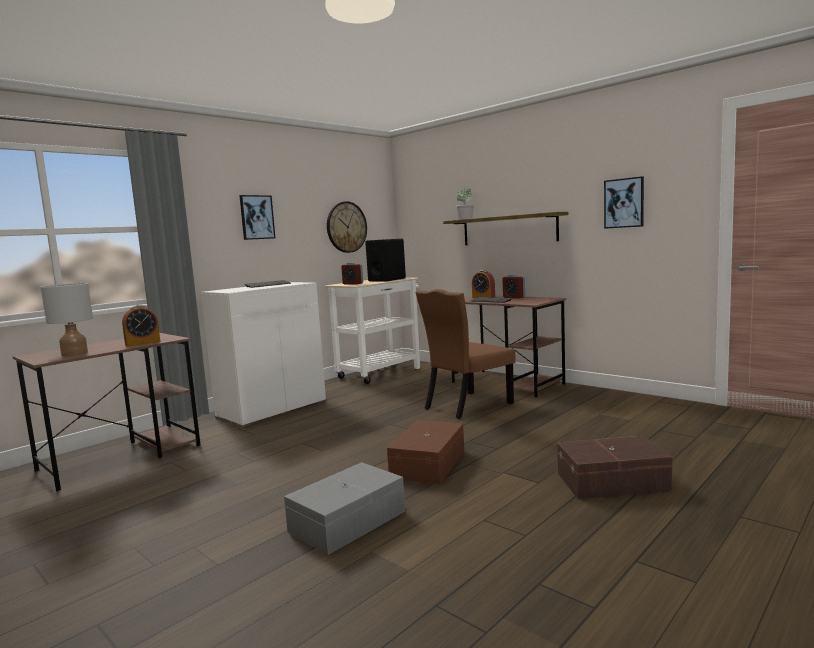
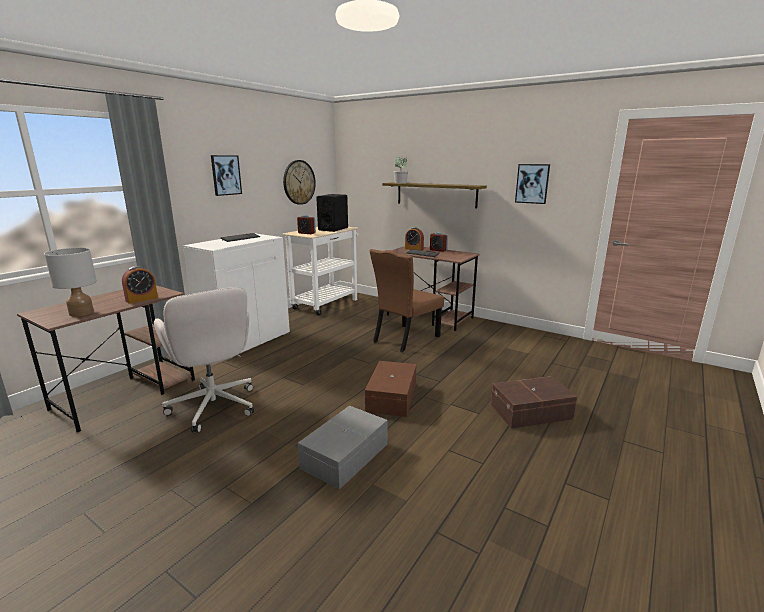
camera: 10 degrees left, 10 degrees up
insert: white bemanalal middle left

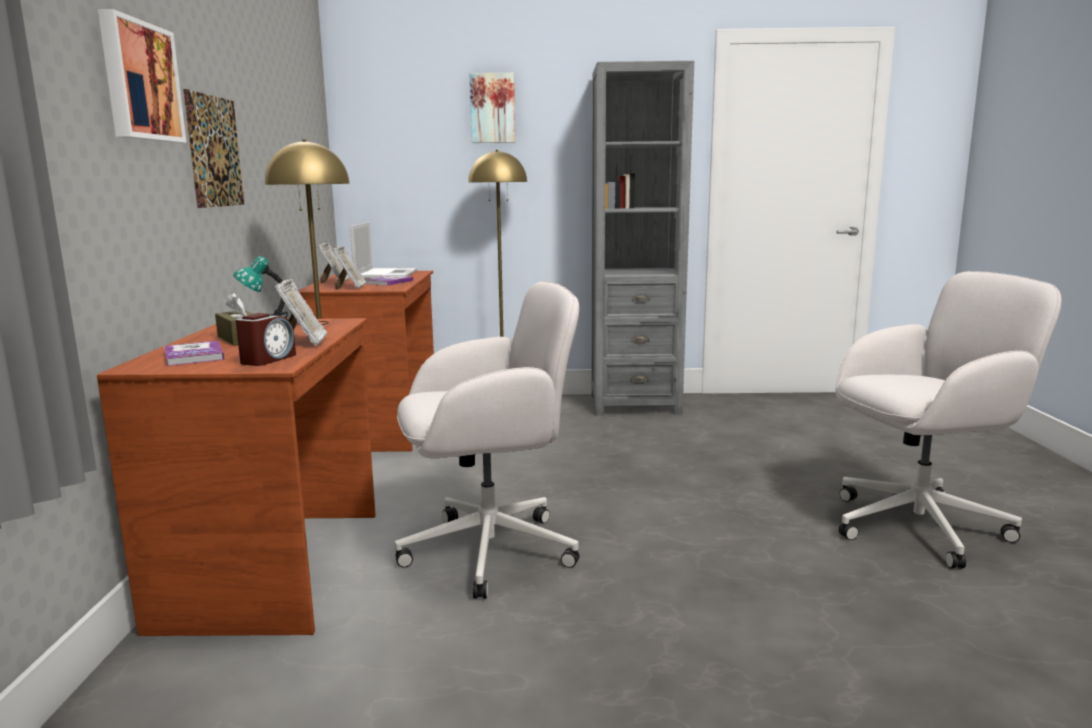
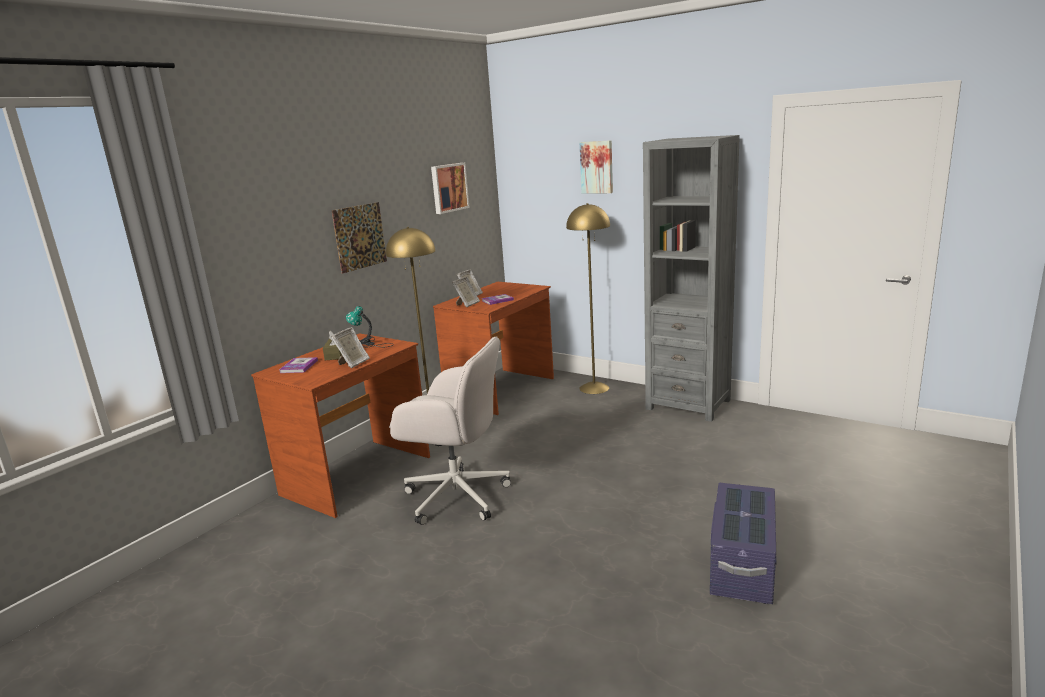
camera: 35 degrees right, 5 degrees up
delete: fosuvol centre; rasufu middle left
move: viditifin (1st from left in the first image) top left to viditifin (2nd from left) top centre
replace: white bemanalal (2nd from left) middle right to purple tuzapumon bottom right

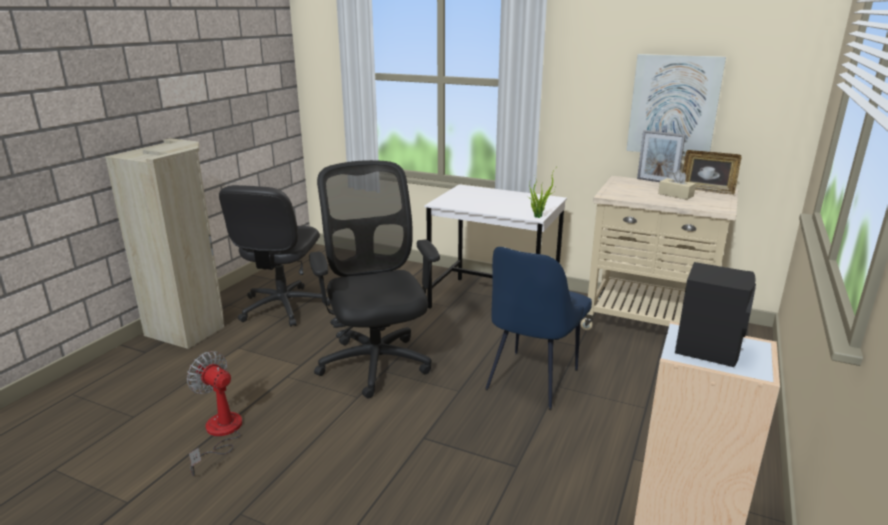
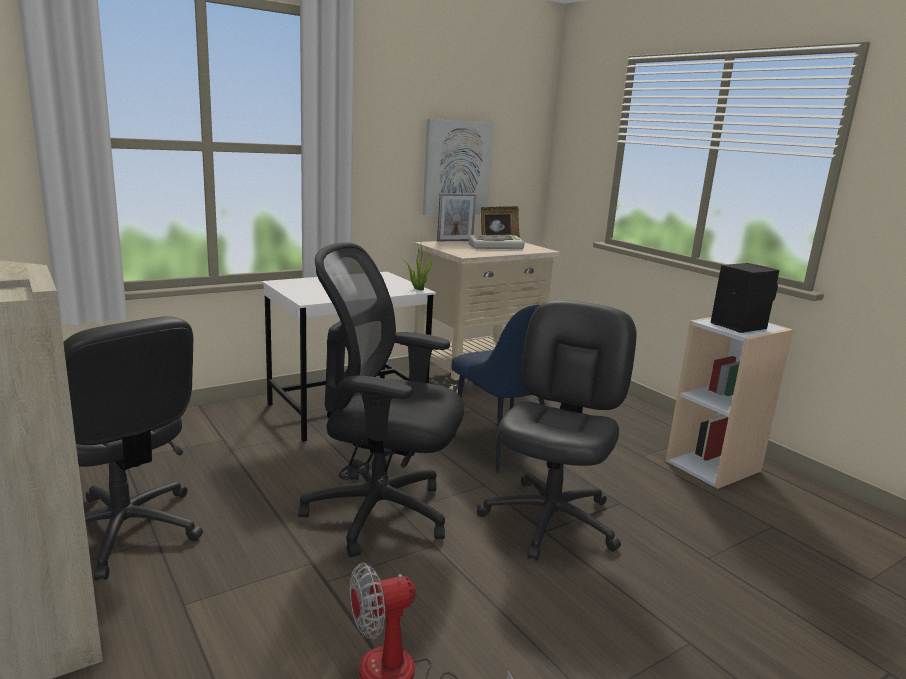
camera: 60 degrees left, 5 degrees down
insert: black bemanalal (3rd from left) centre
replace: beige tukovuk middle right to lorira centre

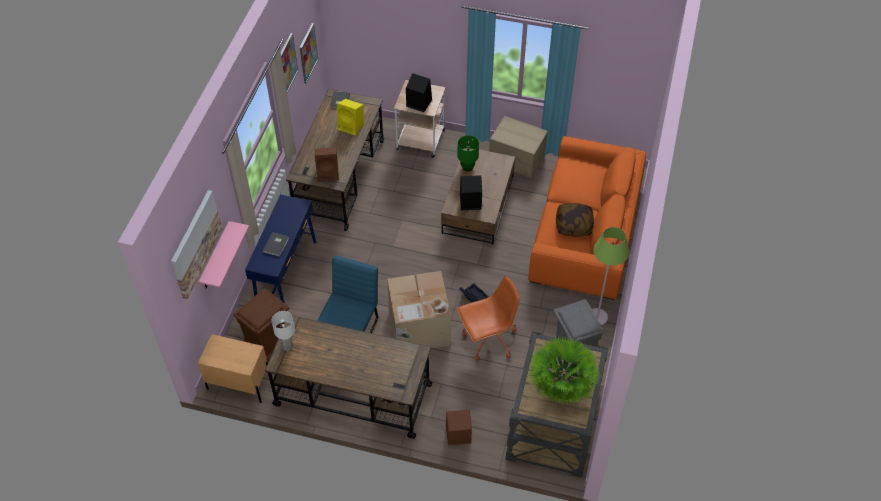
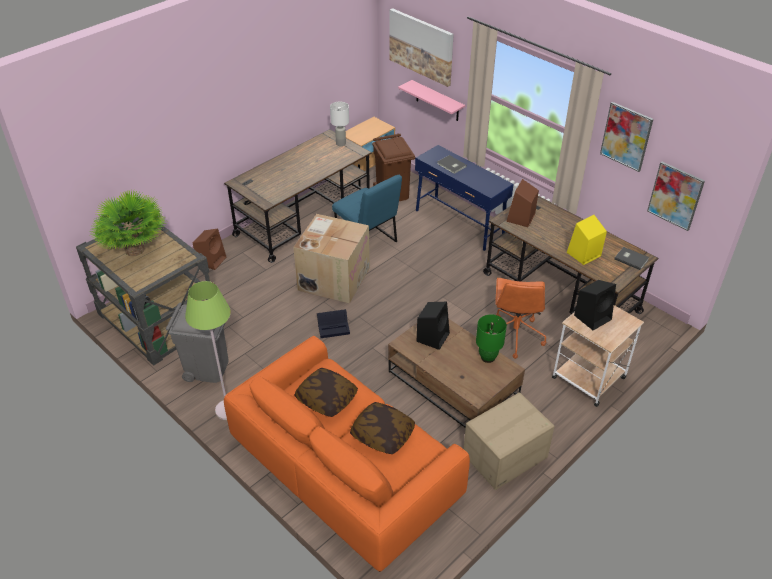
camera: 120 degrees right, 10 degrees down
insert: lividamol (2nd from left) bottom centre
move: orange bemanalal centre to middle right

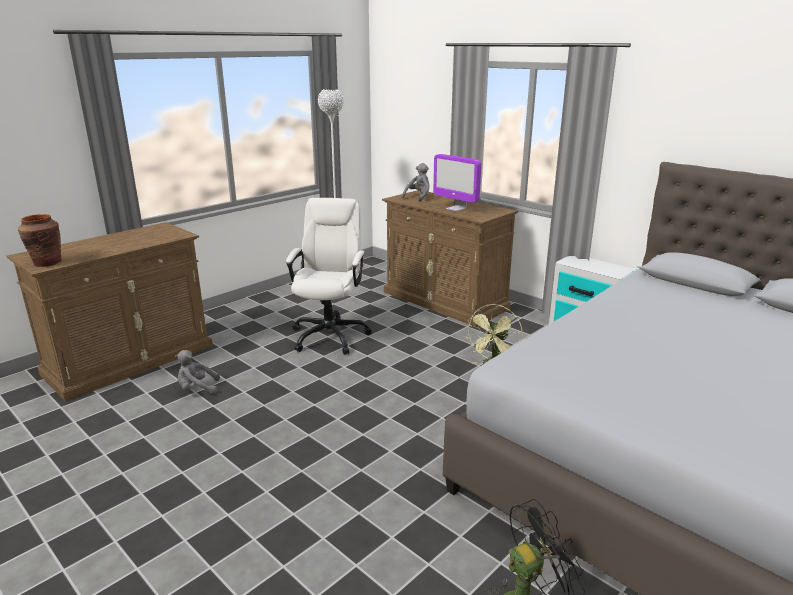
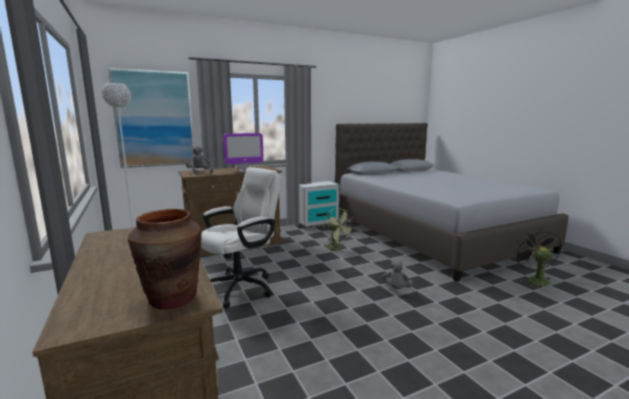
camera: 70 degrees left, 10 degrees down
insert: viditifin top left
move: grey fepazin (1st from left in the first image) middle left to grey fepazin (2nd from left) bottom centre
rotate: white bemanalal centre = centre 105 degrees clockwise

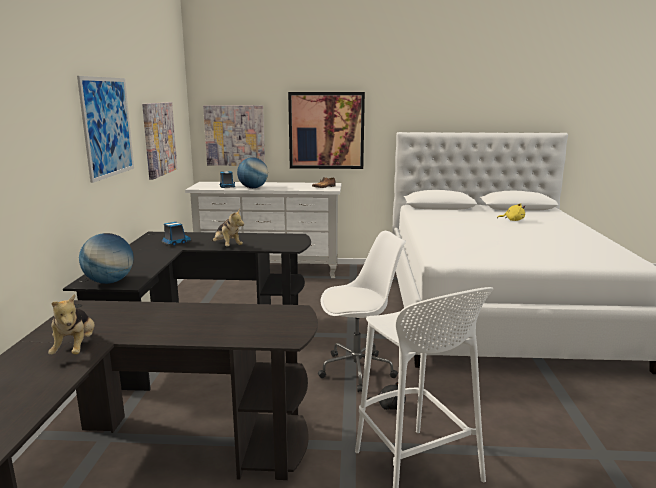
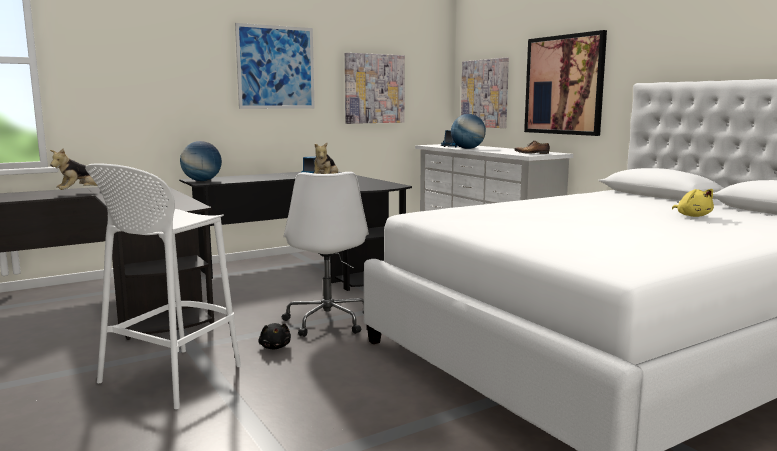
camera: 55 degrees right, 5 degrees down
rotate: white bemanalal centre = centre 45 degrees clockwise

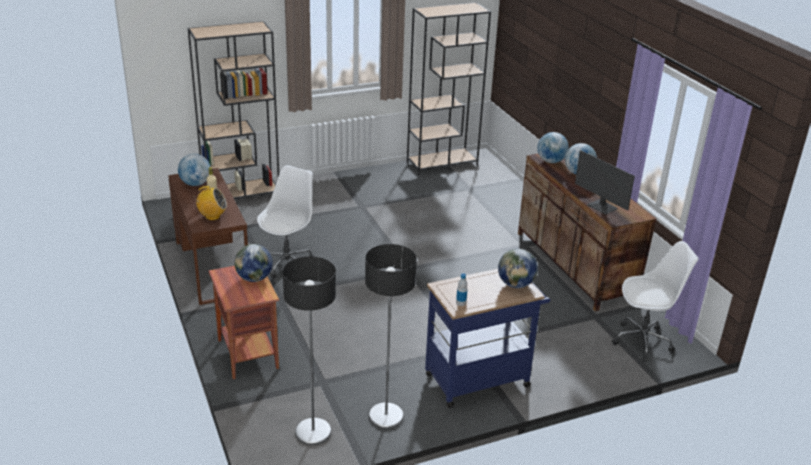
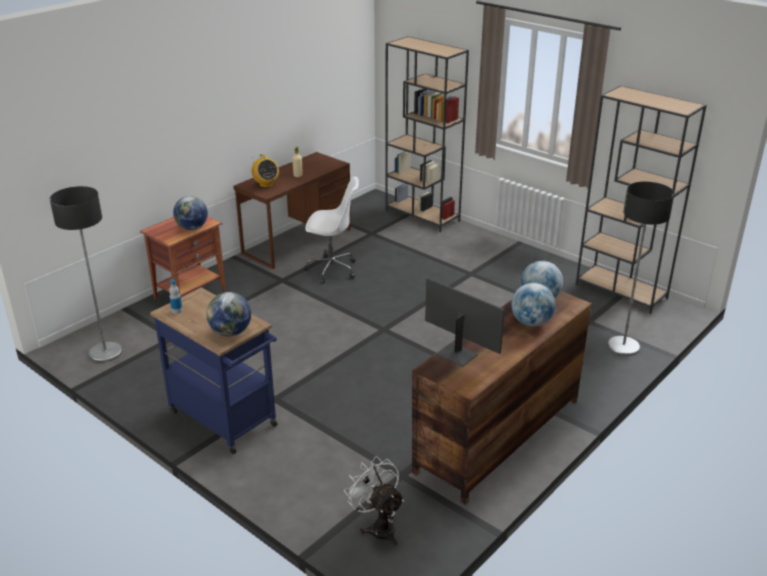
camera: 65 degrees right, 0 degrees up
delete: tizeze (1st from left) middle left
move: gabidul (2nd from left) bottom centre to middle right
replace: white bemanalal (2nd from left) middle right to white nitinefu bottom centre
rotate: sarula middle right = centre 105 degrees clockwise

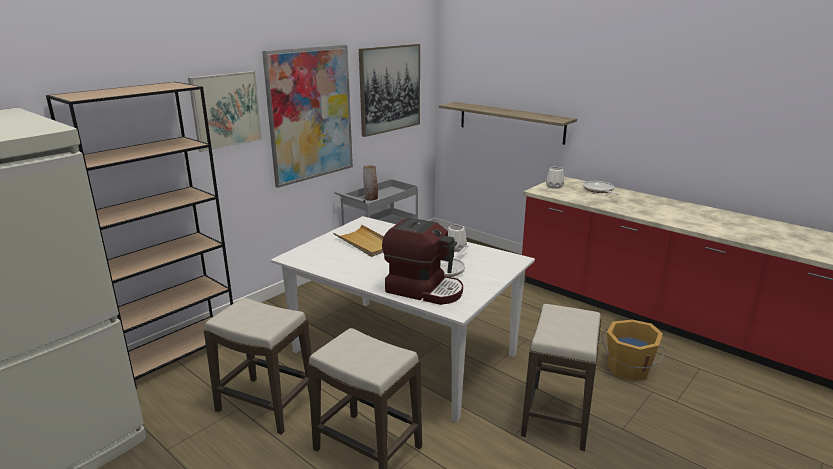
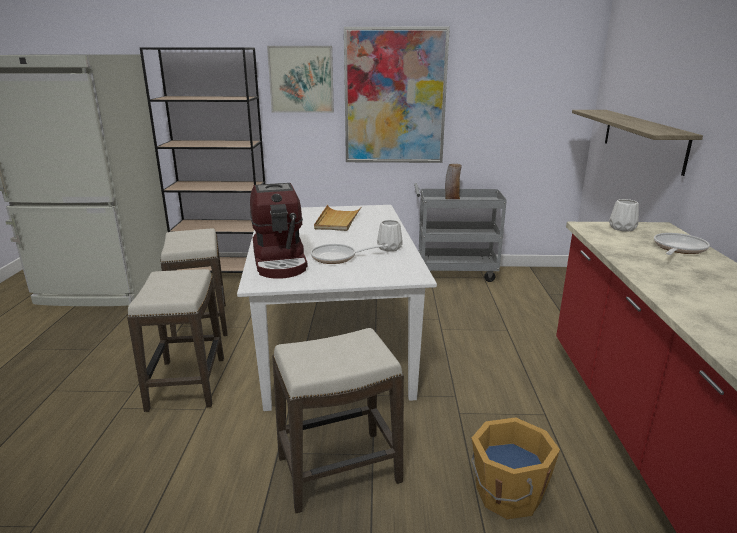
camera: 50 degrees right, 0 degrees up
delete: viditifin (3rd from left) top centre

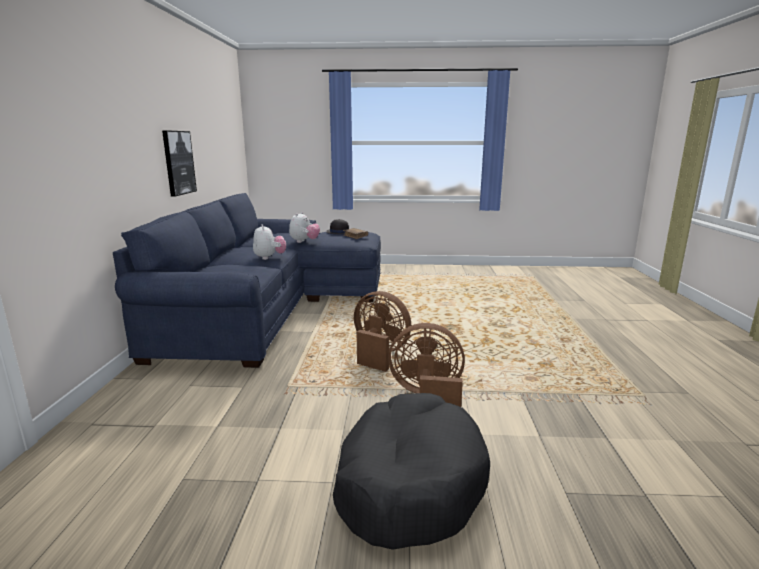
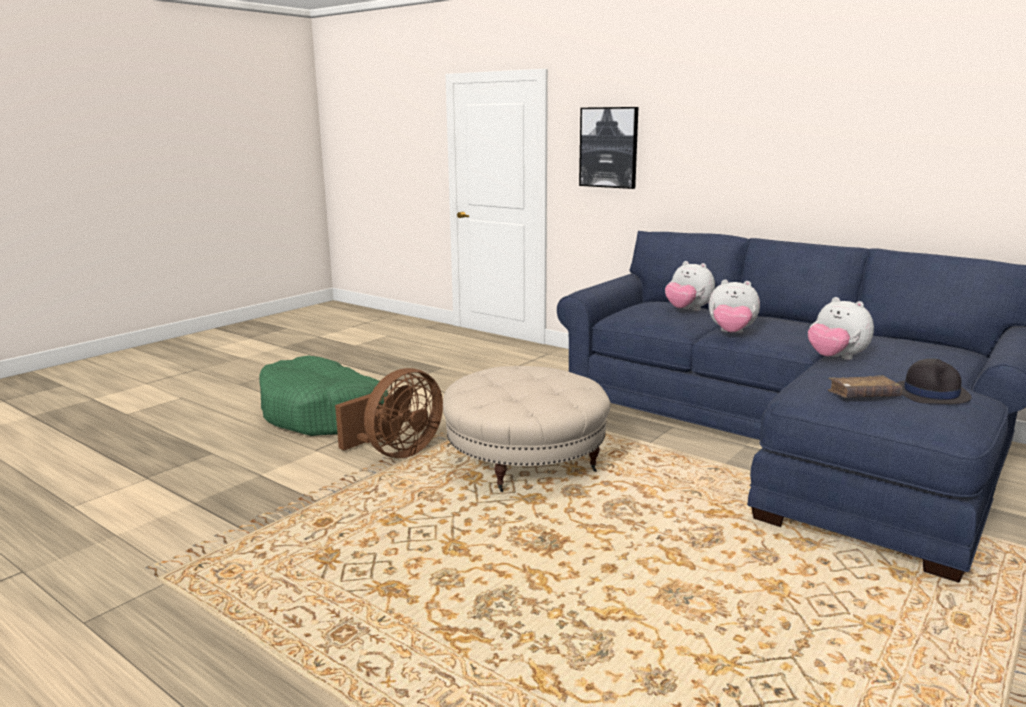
camera: 125 degrees right, 0 degrees up
insert: fepazin (1st from left) middle right
move: viditifin top left to top centre
replace: brown nitinefu (1st from left) centre to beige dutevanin centre
recolor: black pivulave bottom centre to green pivulave middle left

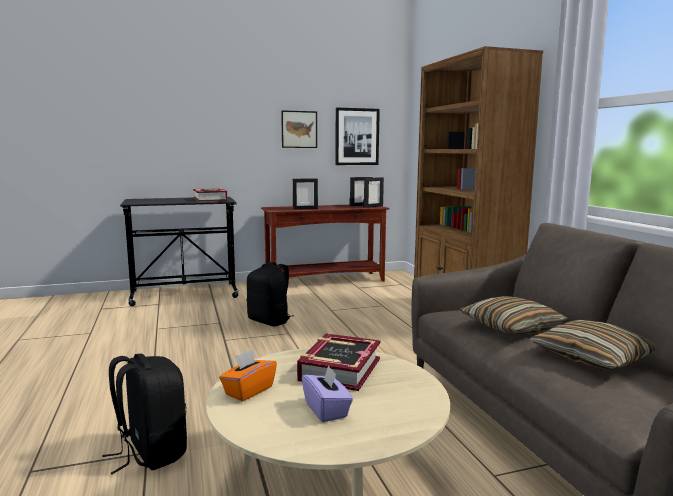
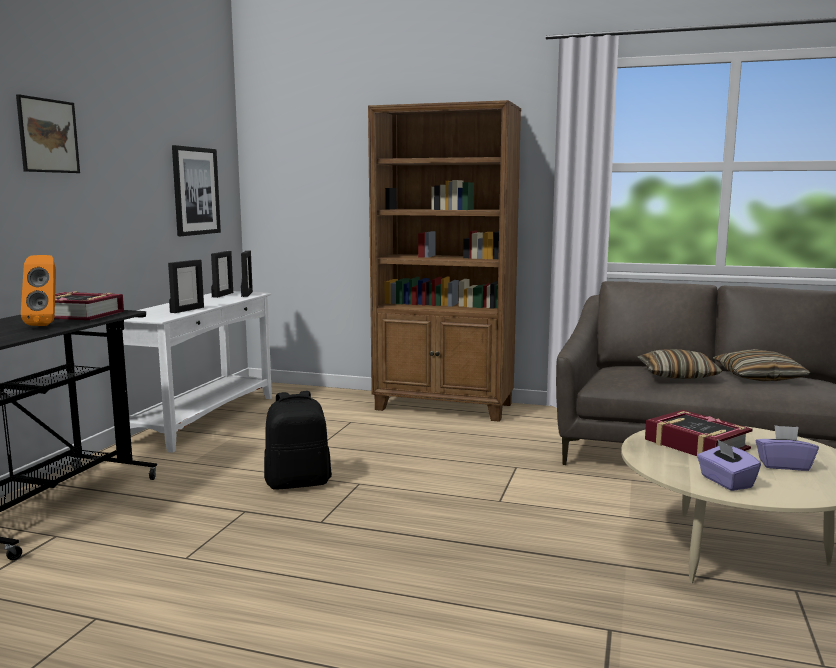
camera: 55 degrees left, 0 degrees up
delete: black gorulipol (1st from left) bottom left
insert: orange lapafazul middle left
move: viditifin (1st from left) top centre to top left
recolor: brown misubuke centre to white misubuke middle left; orange tukovuk bottom centre to purple tukovuk (1st from left) bottom right

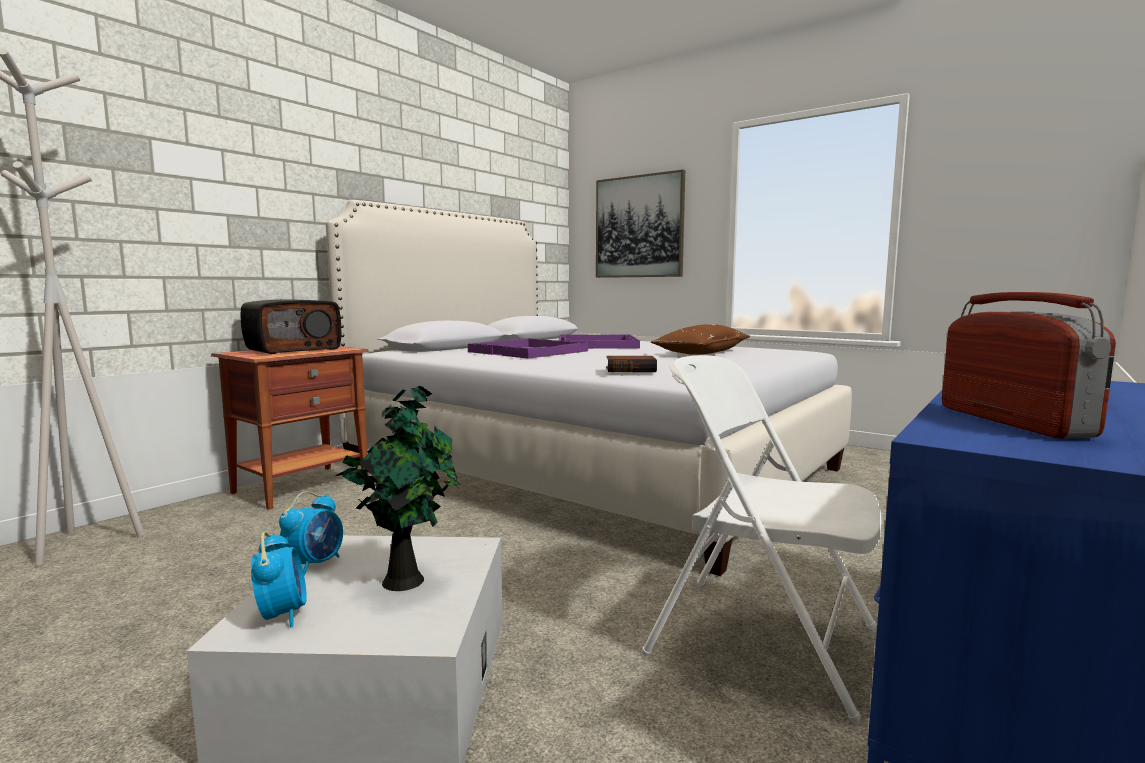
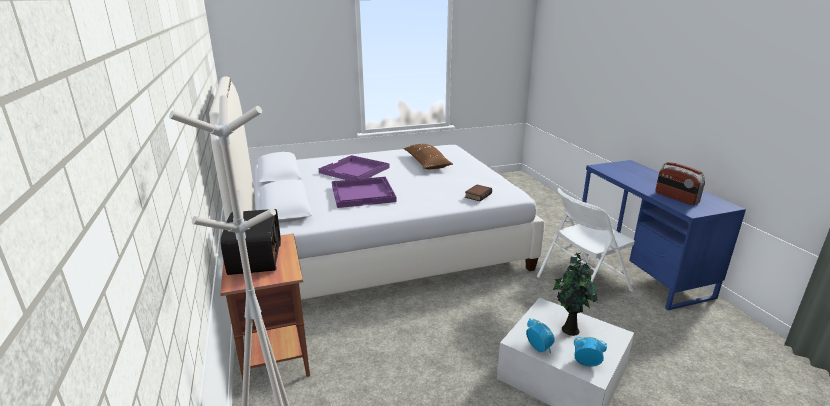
camera: 55 degrees left, 15 degrees up
delete: viditifin top centre
rotate: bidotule (2nd from left) middle right = middle right 150 degrees counterclockwise

